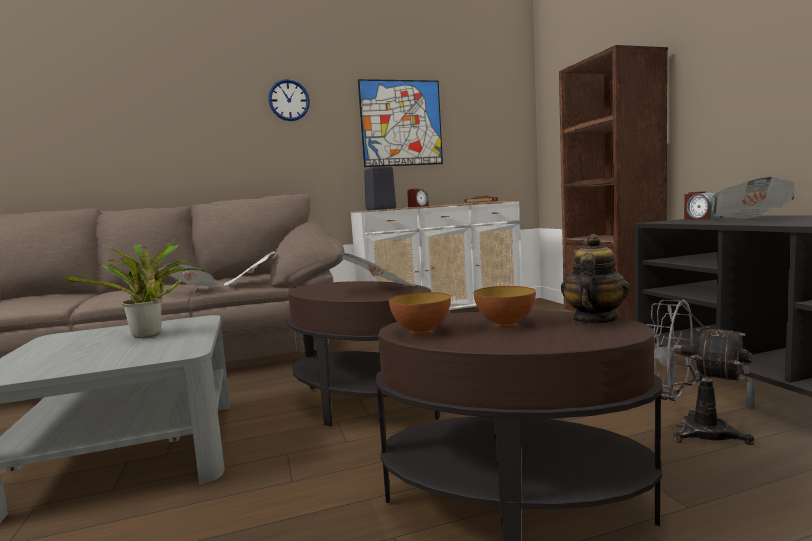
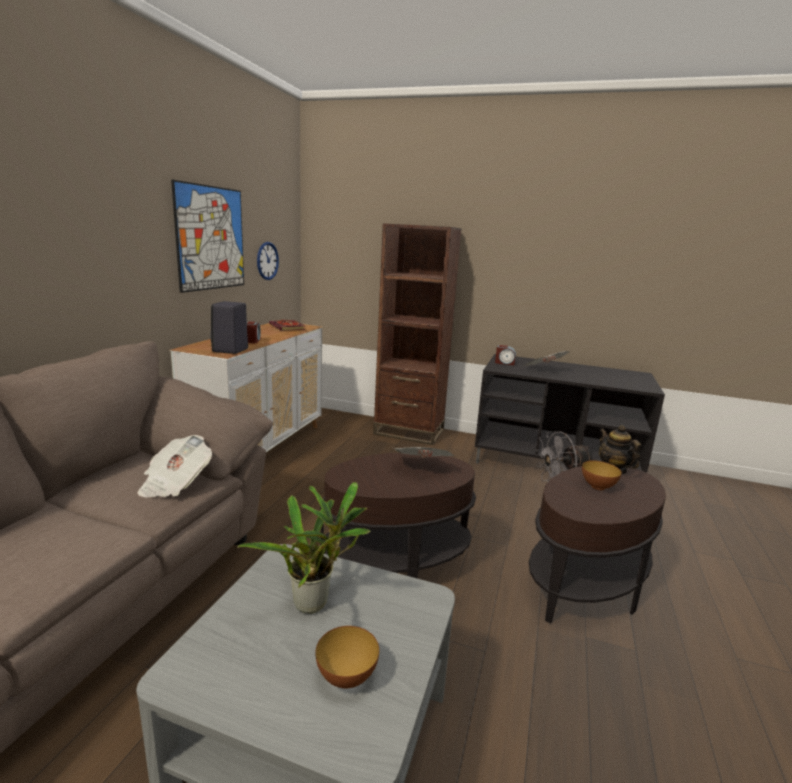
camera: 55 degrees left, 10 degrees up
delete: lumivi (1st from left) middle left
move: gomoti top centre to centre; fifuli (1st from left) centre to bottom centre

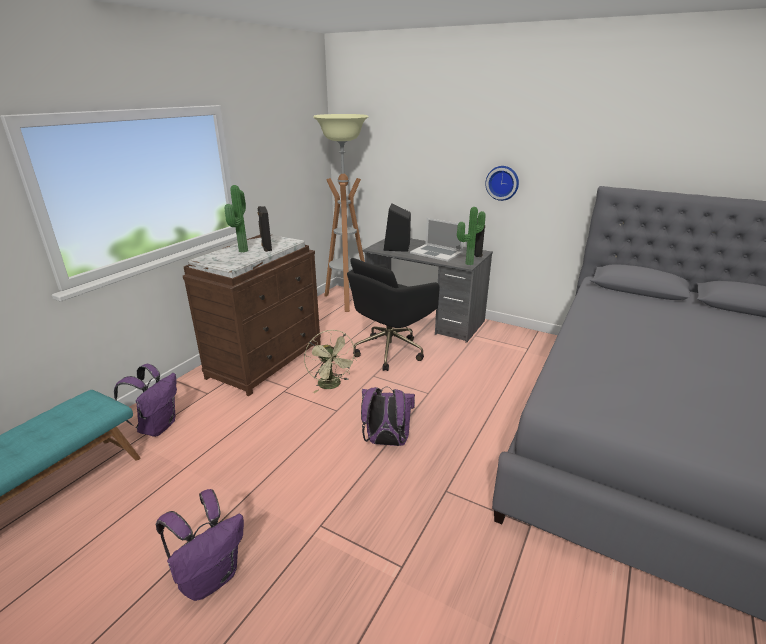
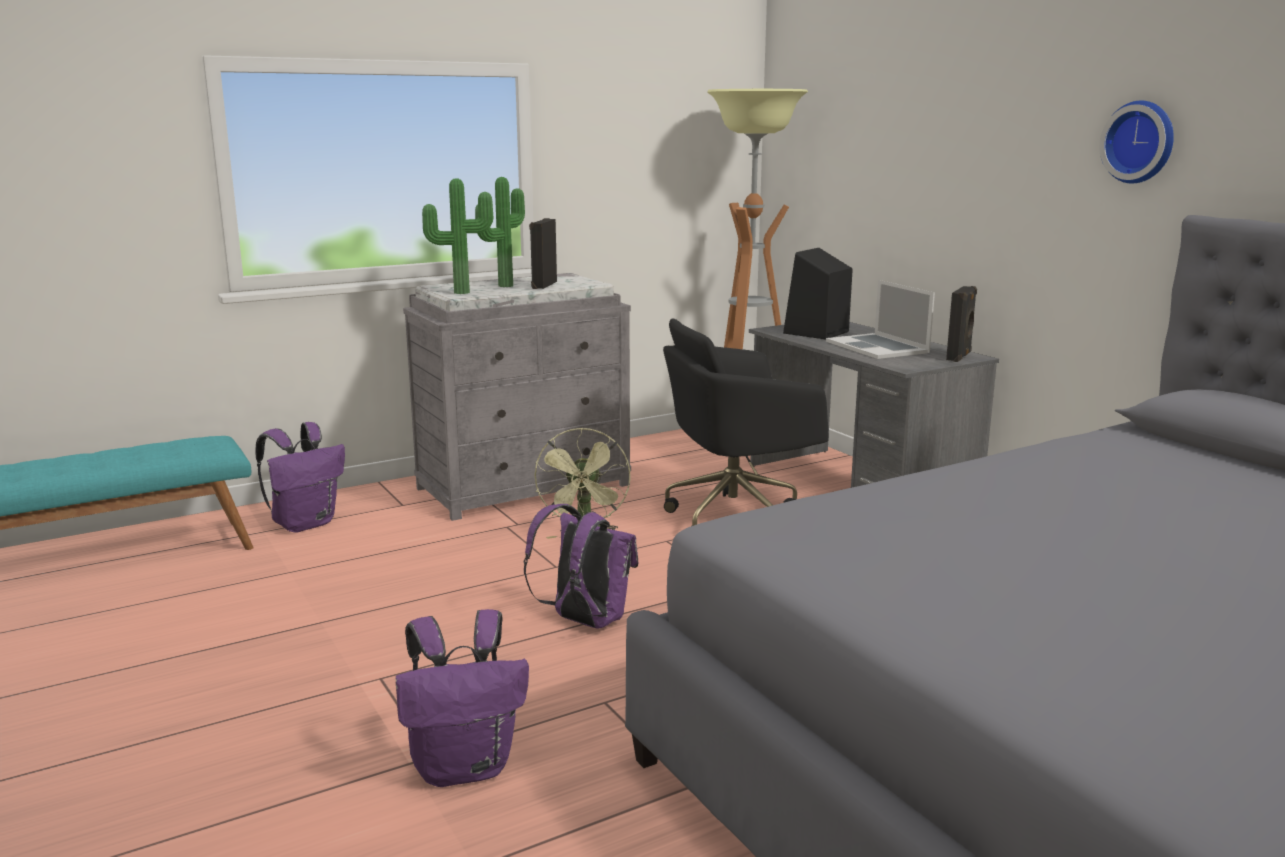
camera: 30 degrees right, 10 degrees down
move: gomoti top centre to top right; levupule (2nd from left in the first image) centre to levupule (1st from left) top centre; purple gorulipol (2nd from left) bottom left to bottom centre
recolor: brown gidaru middle left to grey gidaru centre

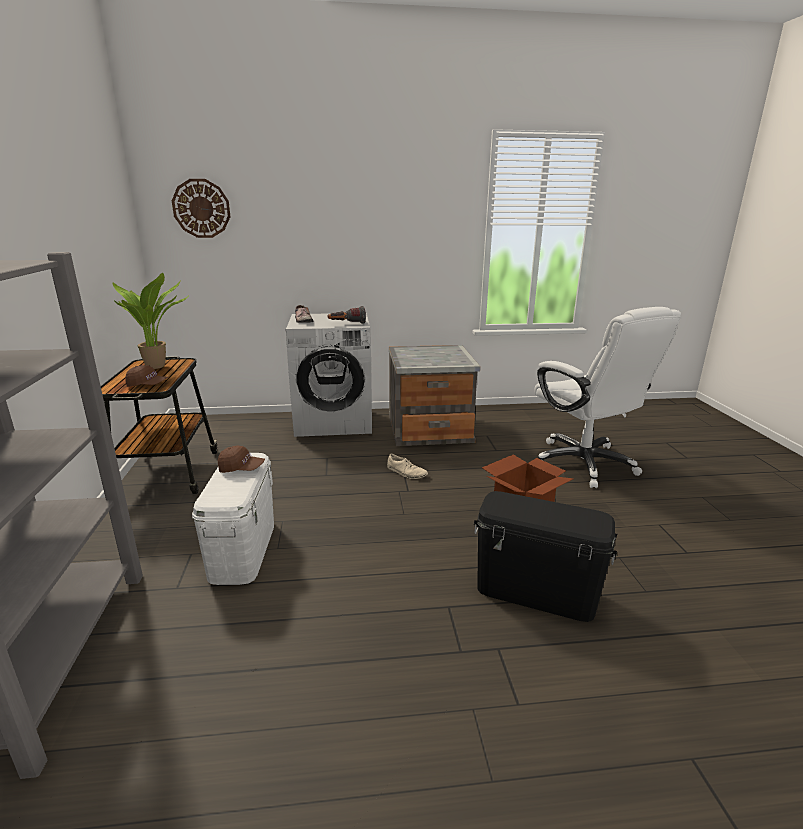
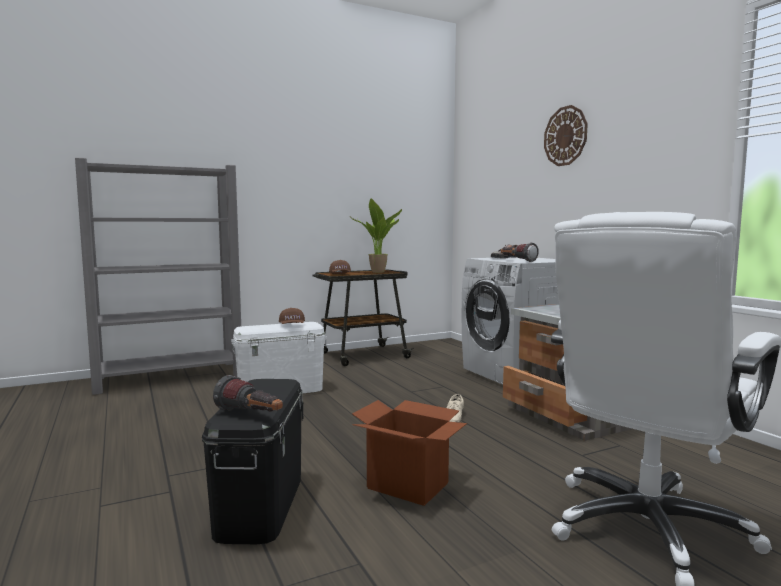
camera: 70 degrees right, 15 degrees down
insert: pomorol (1st from left) bottom left
move: gomoti top left to top right

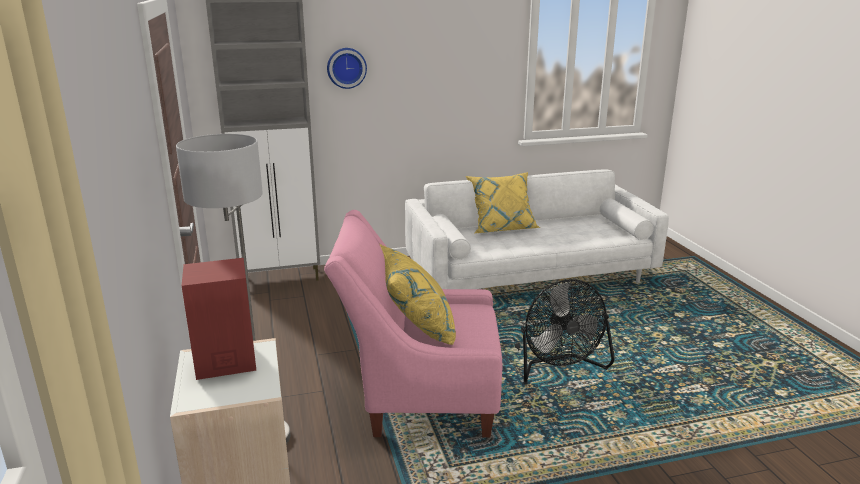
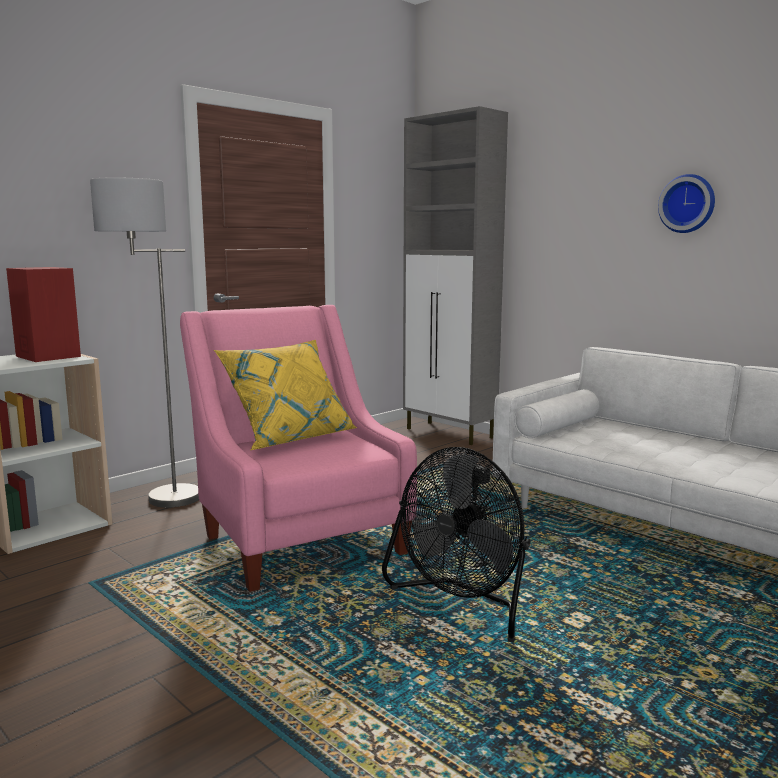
camera: 60 degrees right, 10 degrees down
delete: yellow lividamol (2nd from left) centre
move: gomoti top centre to top right

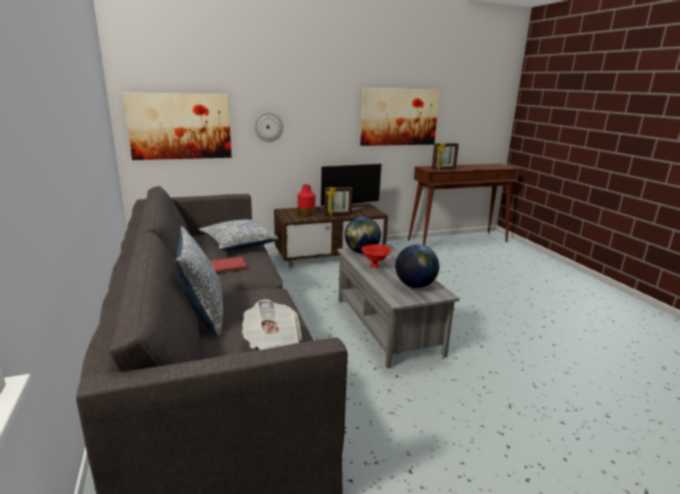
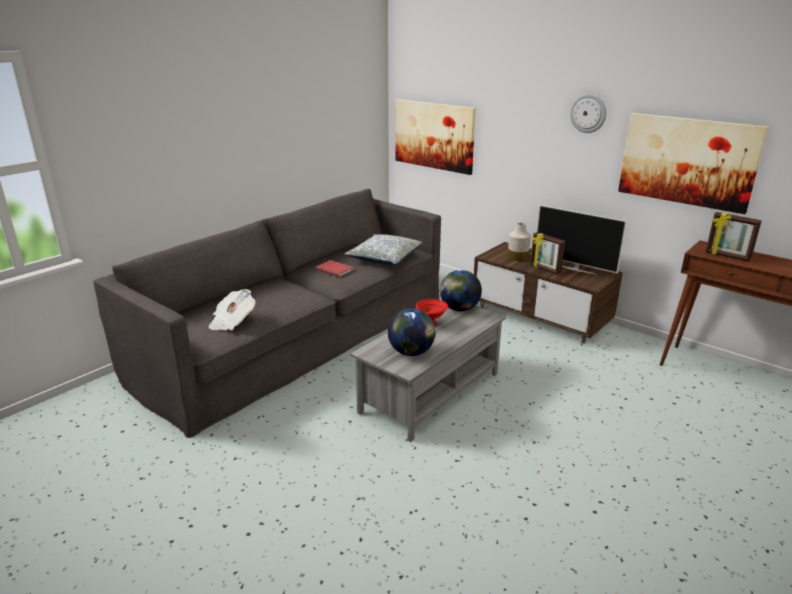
camera: 60 degrees right, 5 degrees up
delete: lividamol (1st from left) middle left
move: gomoti top centre to top right
recolor: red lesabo centre to beige lesabo centre

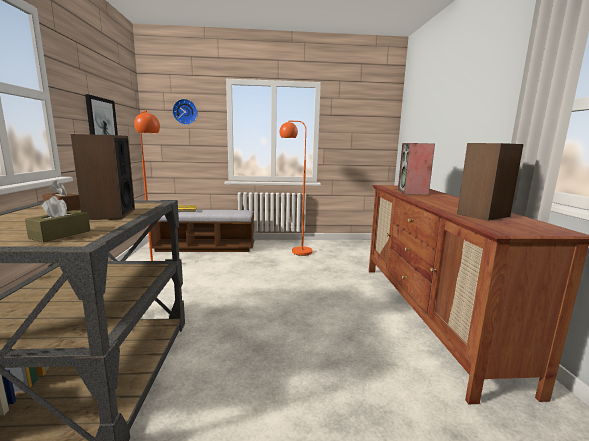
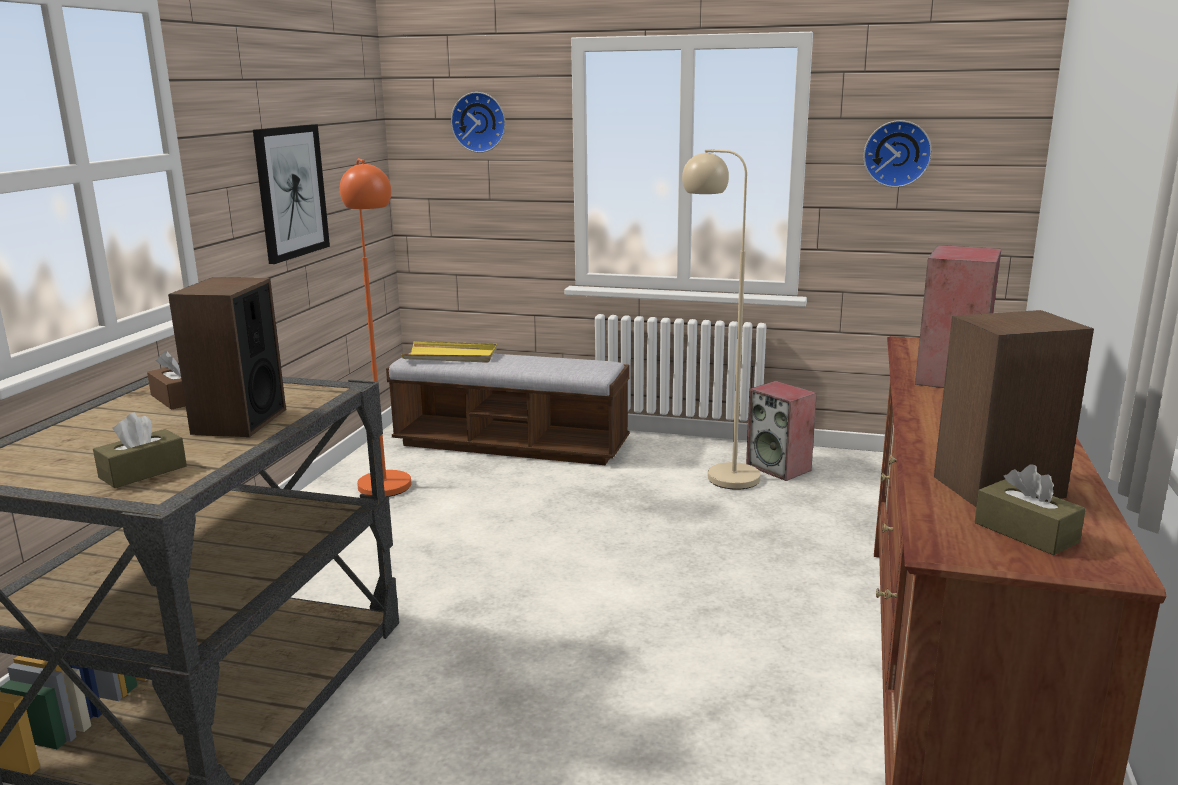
camera: 20 degrees right, 5 degrees up
insert: gomoti (2nd from left) top right; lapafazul (2nd from left) centre; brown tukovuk (3rd from left) middle right
recolor: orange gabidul (2nd from left) centre to beige gabidul centre

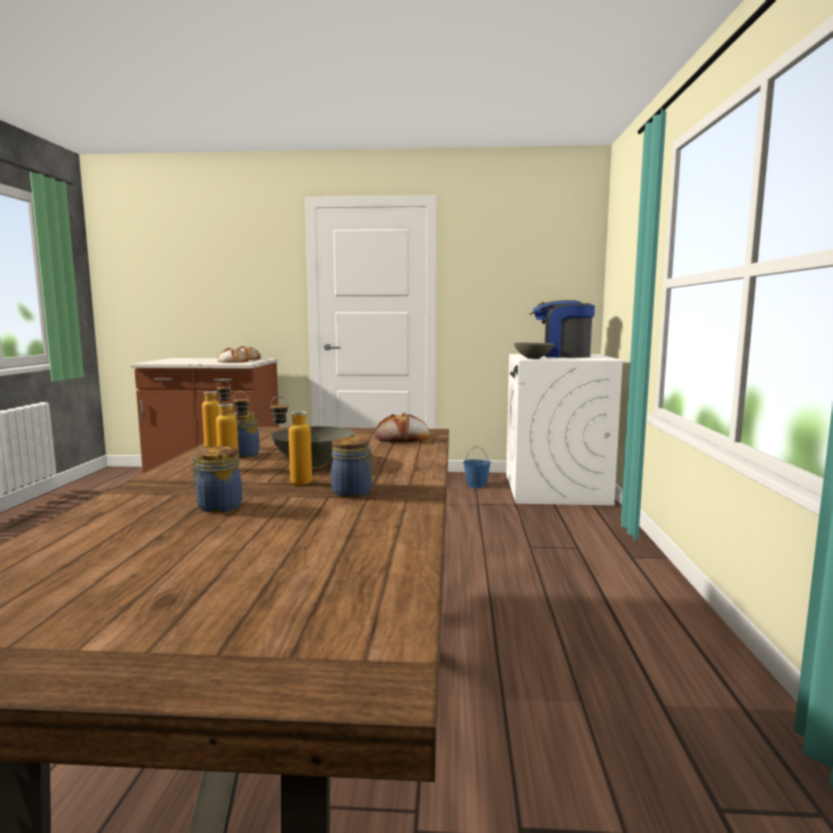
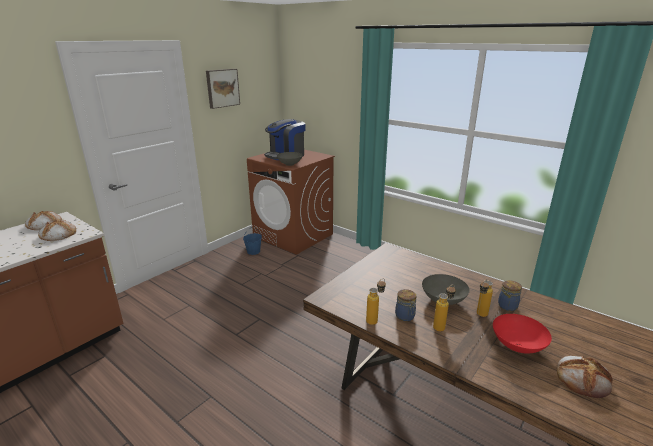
camera: 55 degrees left, 15 degrees up
insert: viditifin top centre
move: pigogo (3rd from left) centre to bottom right
replace: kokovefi (1st from left) middle left to red fifuli bottom right
recolor: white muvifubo middle right to brown muvifubo centre

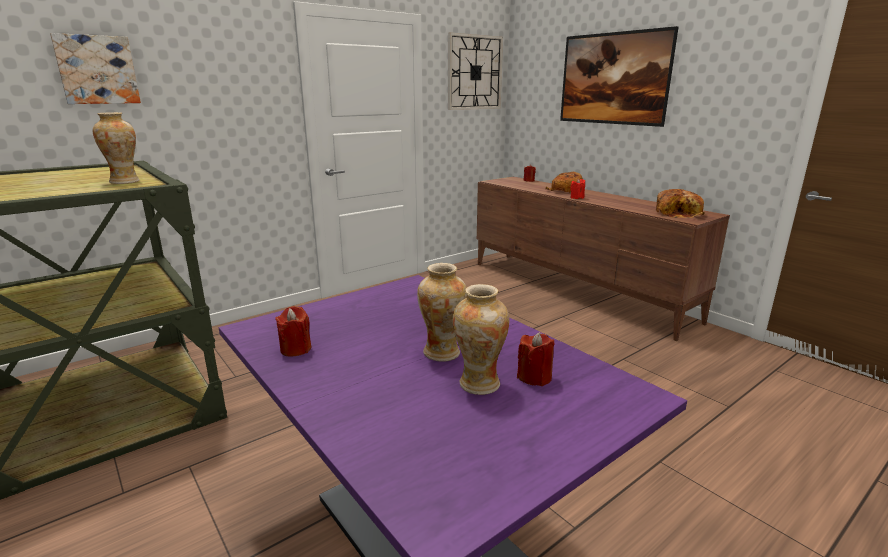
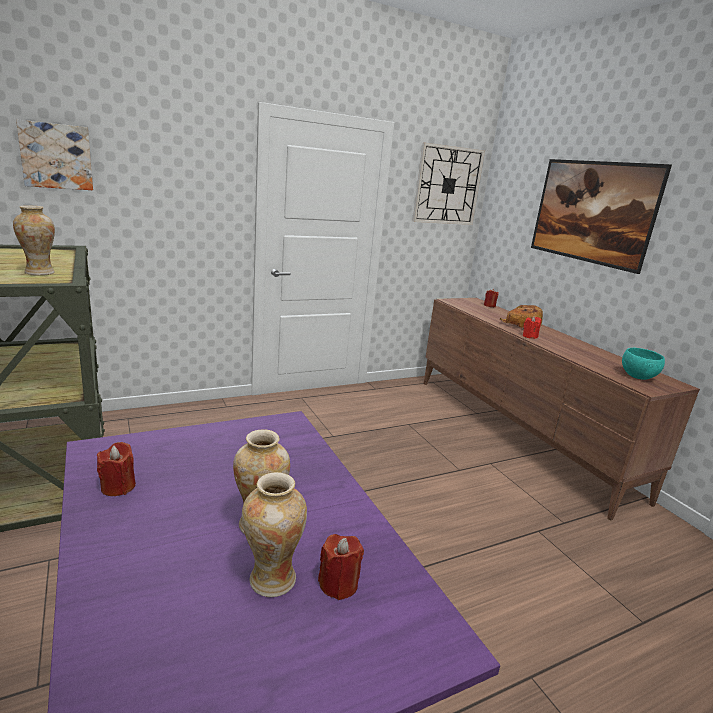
camera: 10 degrees right, 0 degrees up
replace: pigogo (2nd from left) middle right to turquoise fifuli middle right

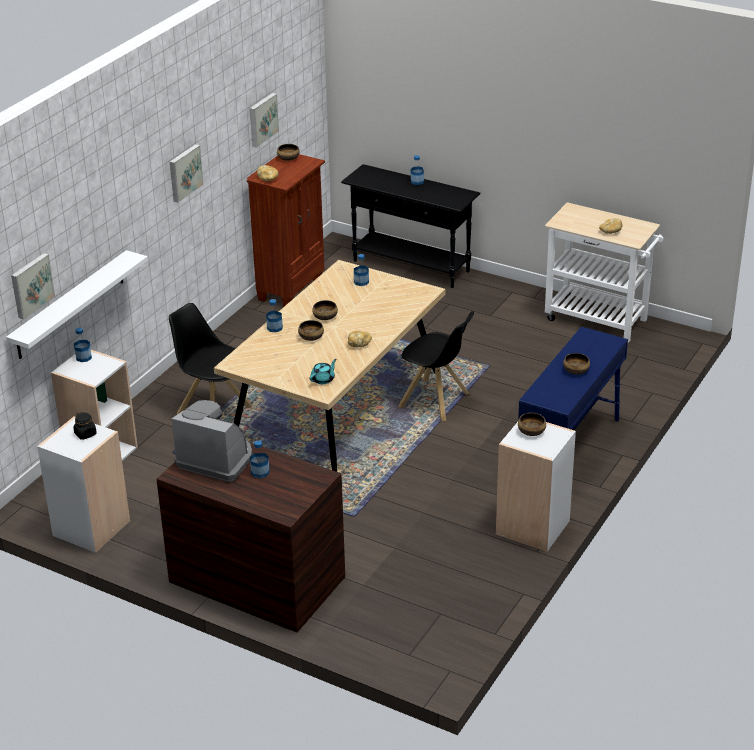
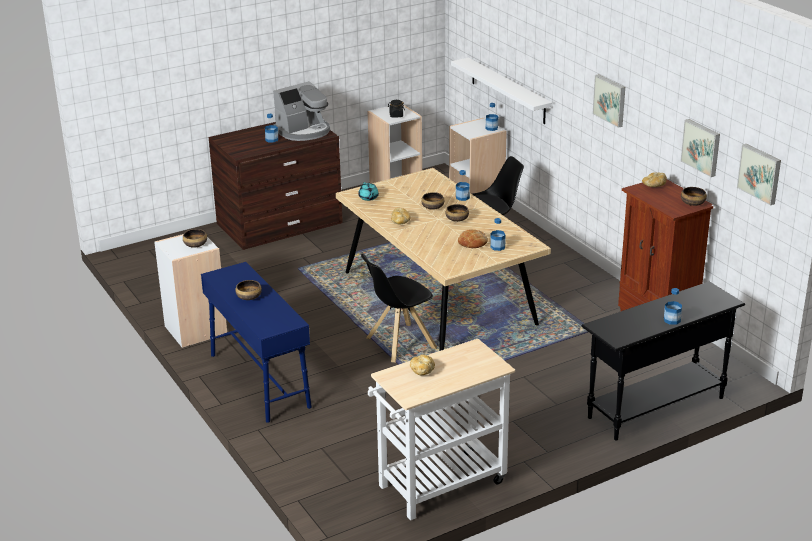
camera: 120 degrees right, 5 degrees down
insert: pigogo (3rd from left) centre
move: viditifin (1st from left in the first image) middle left to viditifin (3rd from left) top right

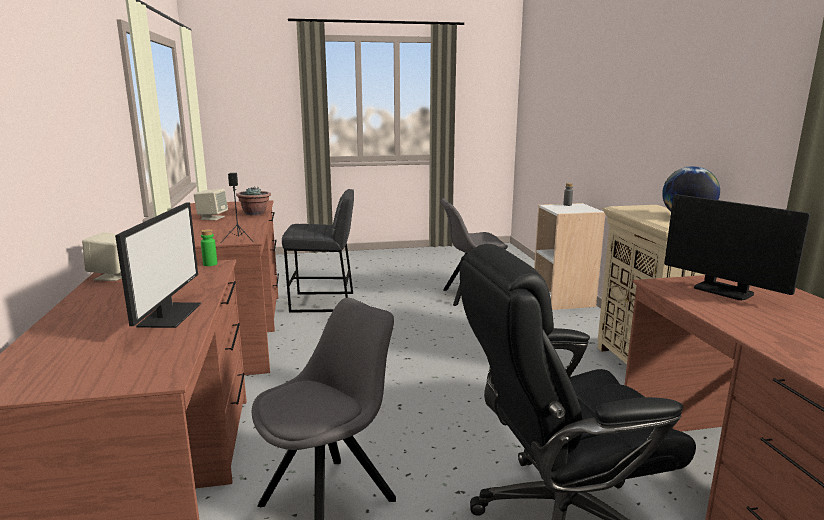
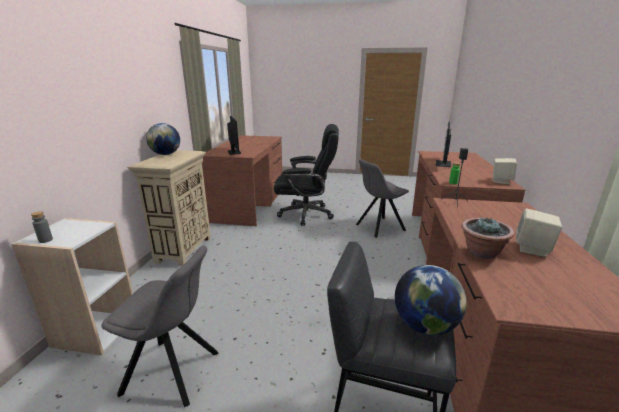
camera: 160 degrees left, 5 degrees up
insert: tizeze (2nd from left) bottom right

